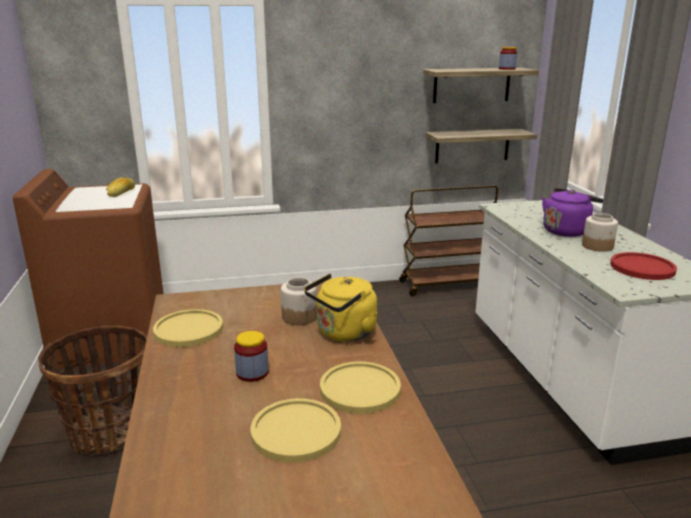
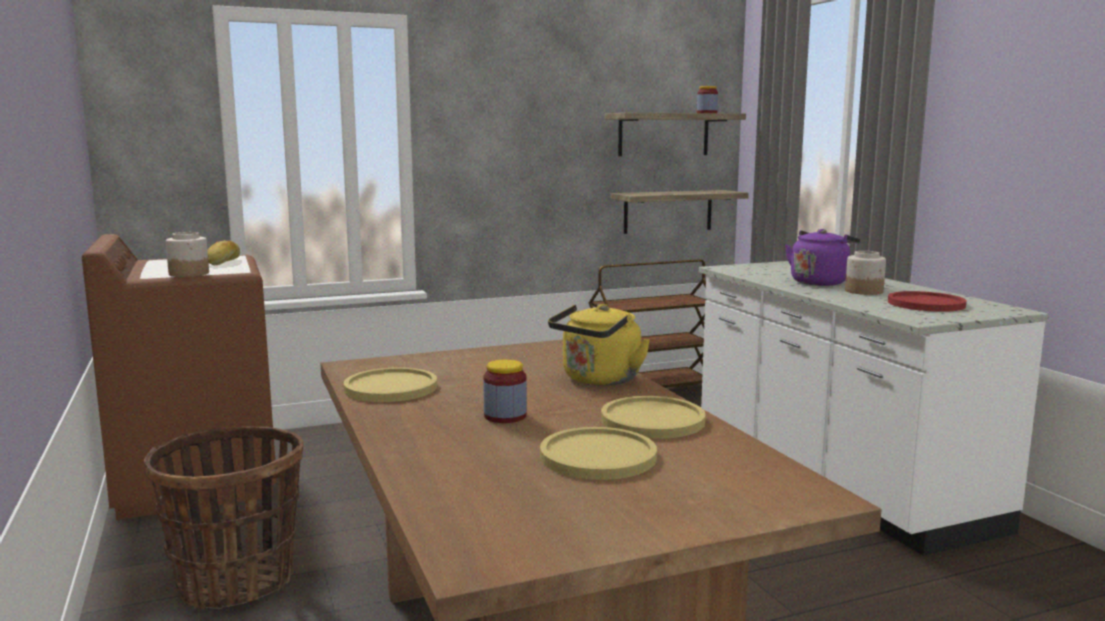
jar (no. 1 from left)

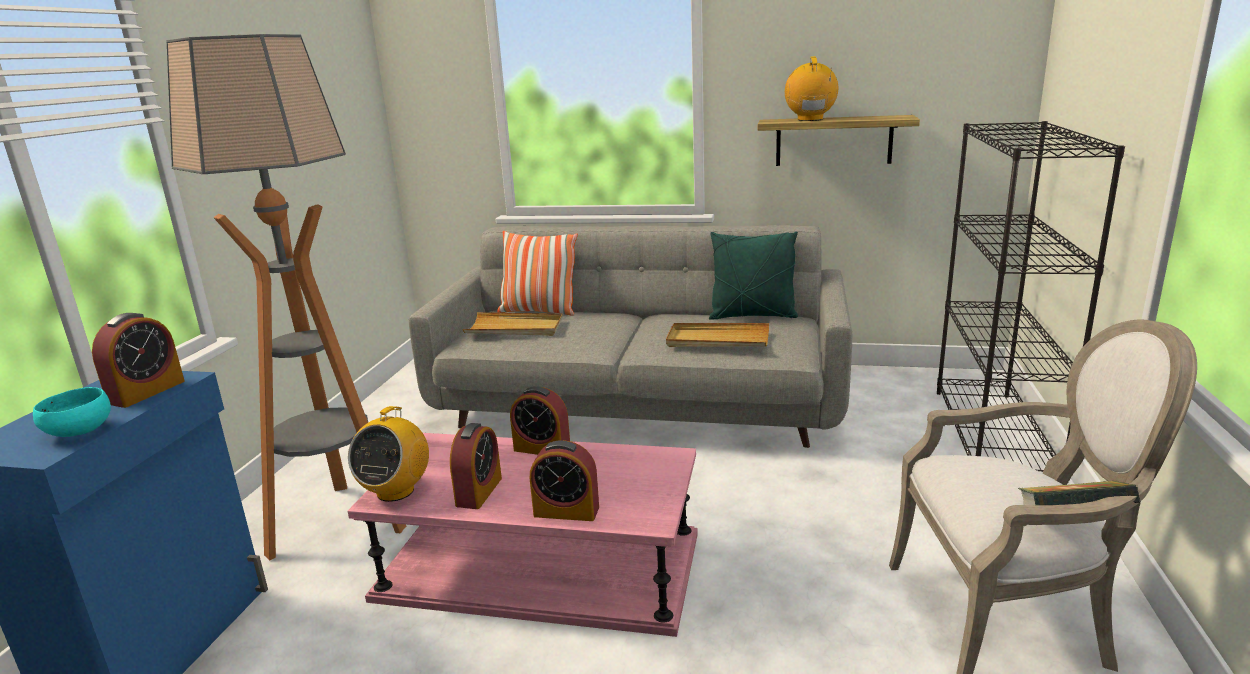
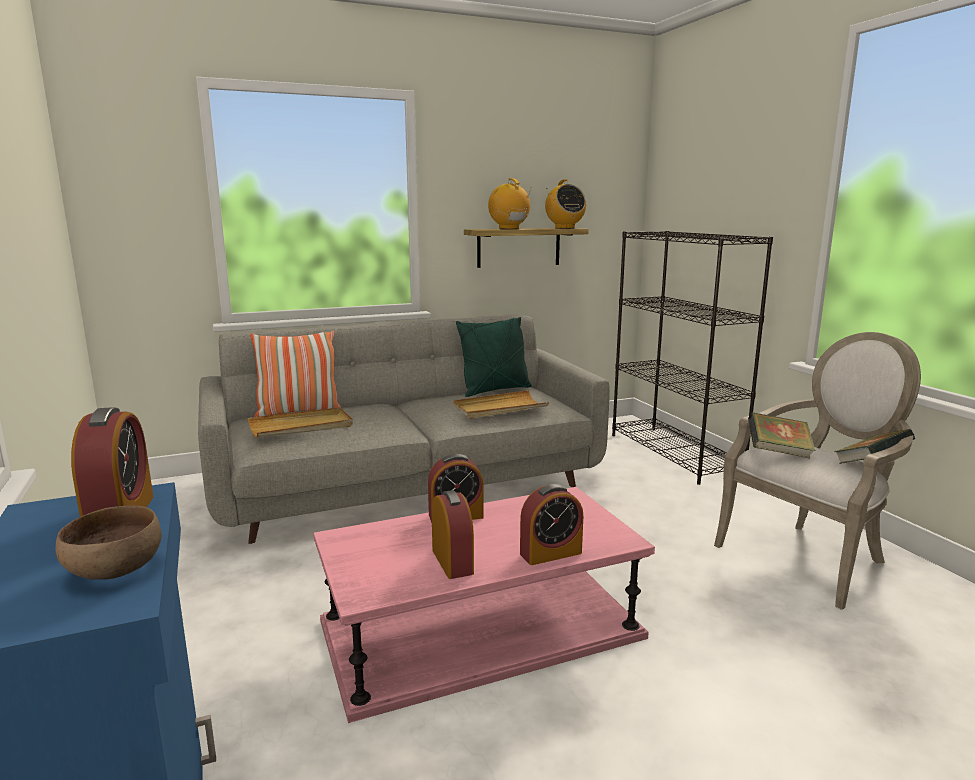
brown-coloured_deep_dish
radio (no. 2 from left)
book (no. 1 from left)
floor_lamp

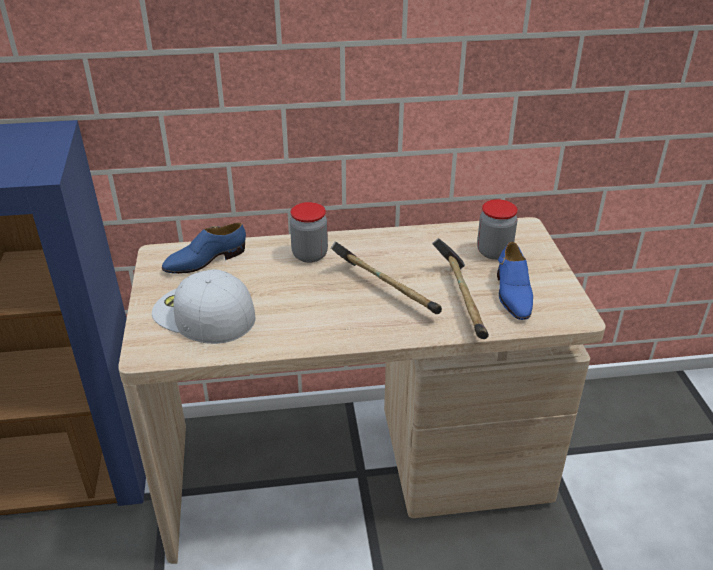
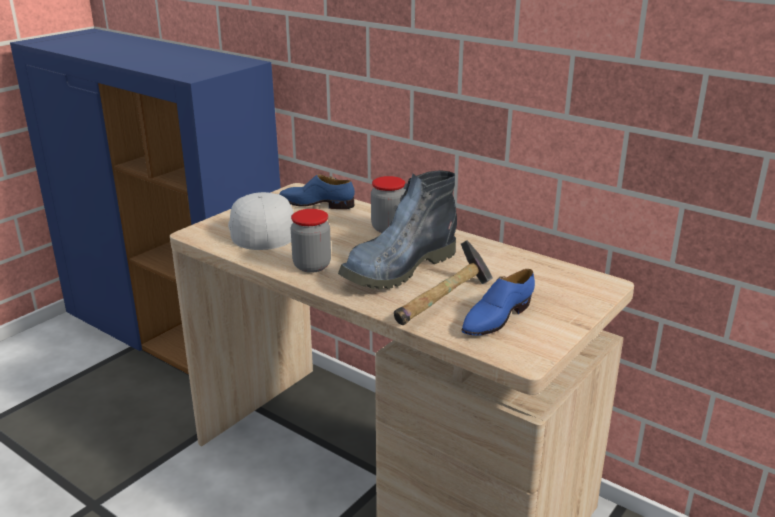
jar (no. 1 from left)
boot

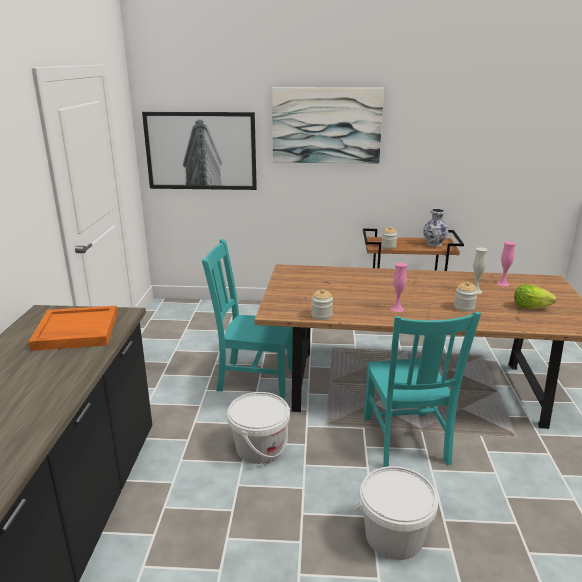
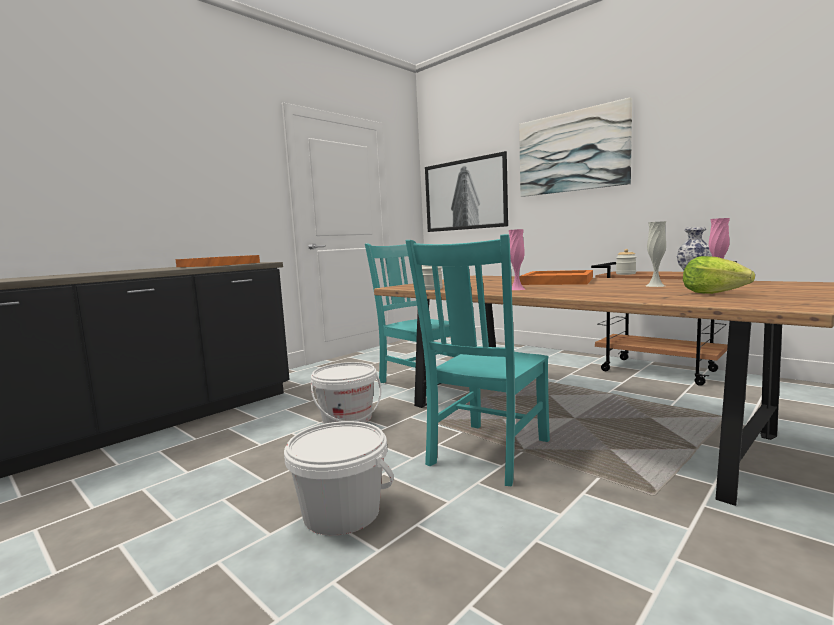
orange_carrying_tray (no. 2 from left)
jar (no. 3 from left in the first image)

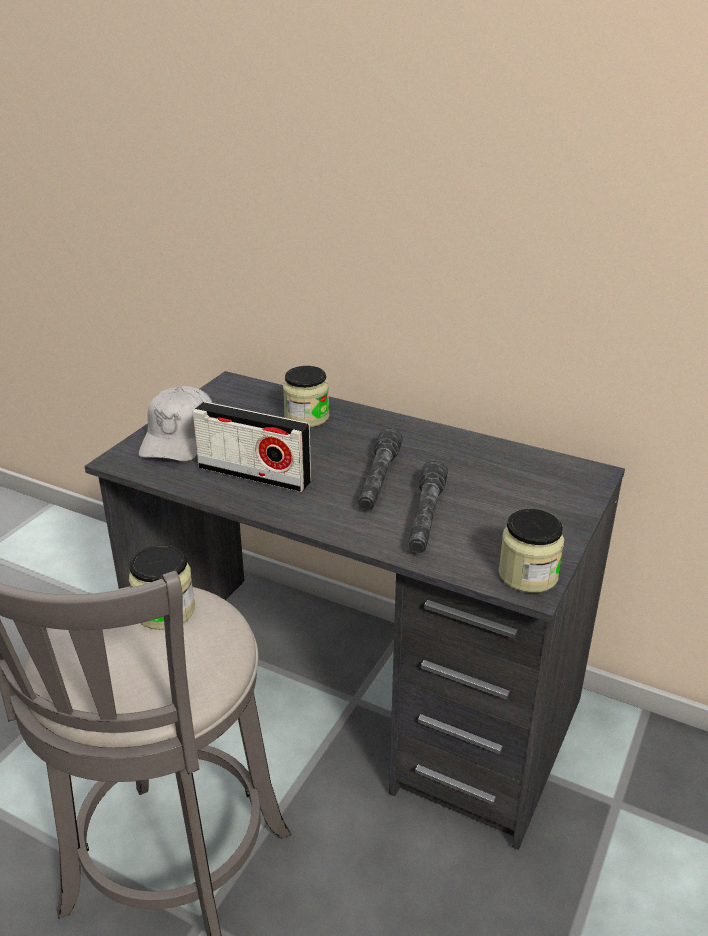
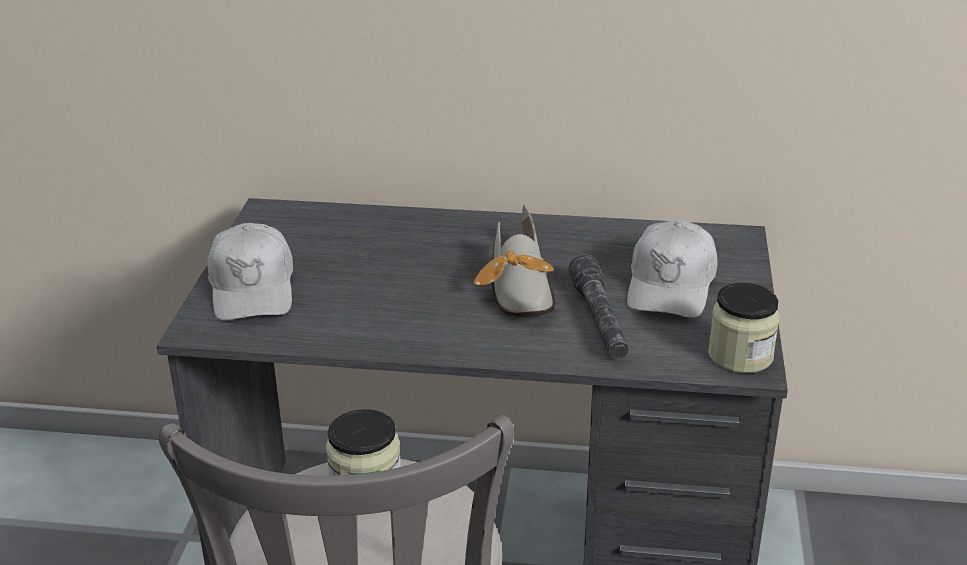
shoe
white-coloured_peaked_cap (no. 2 from left)
radio
jar (no. 2 from left in the first image)

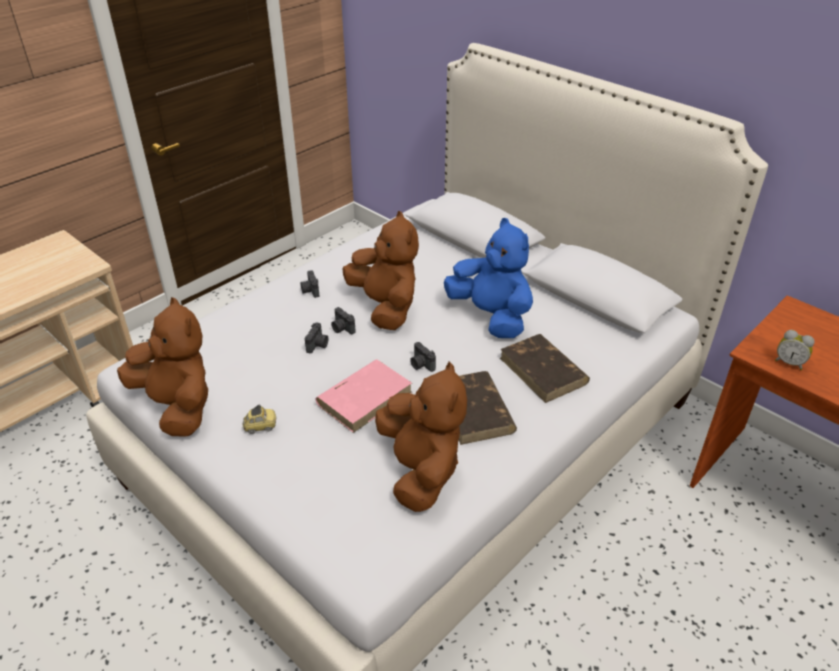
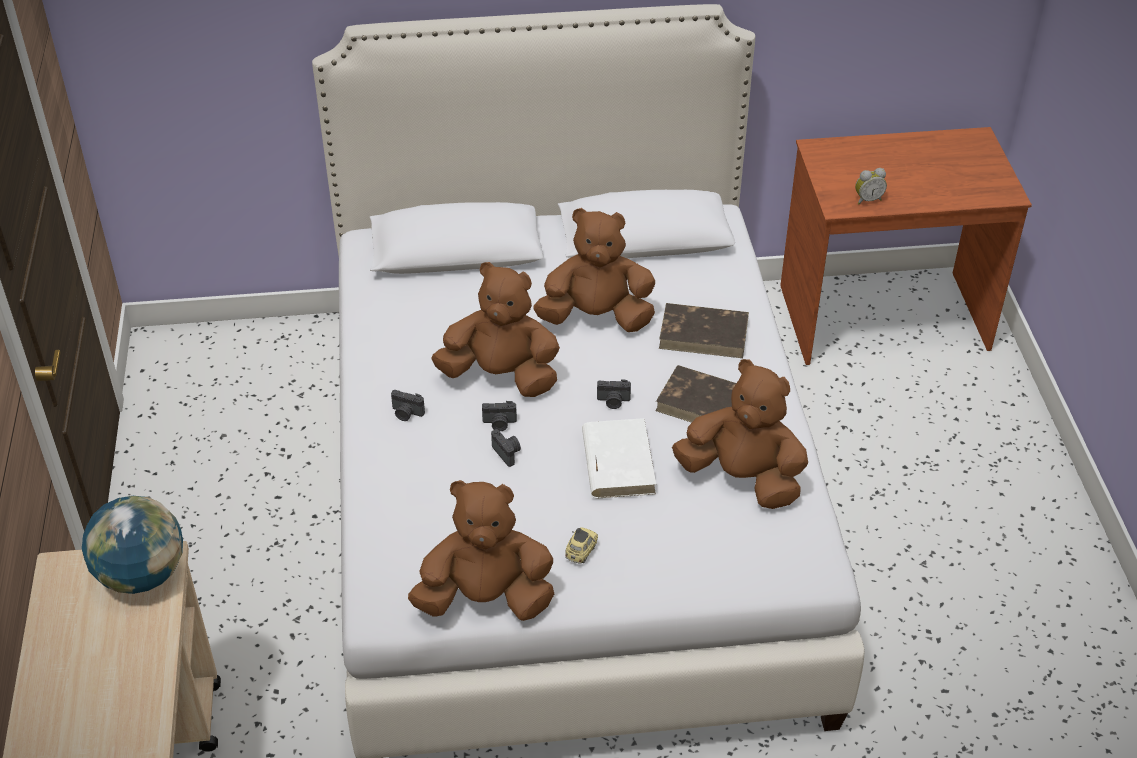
desk_globe
brown-coloured_soft_toy (no. 3 from left)
white-coloured_book

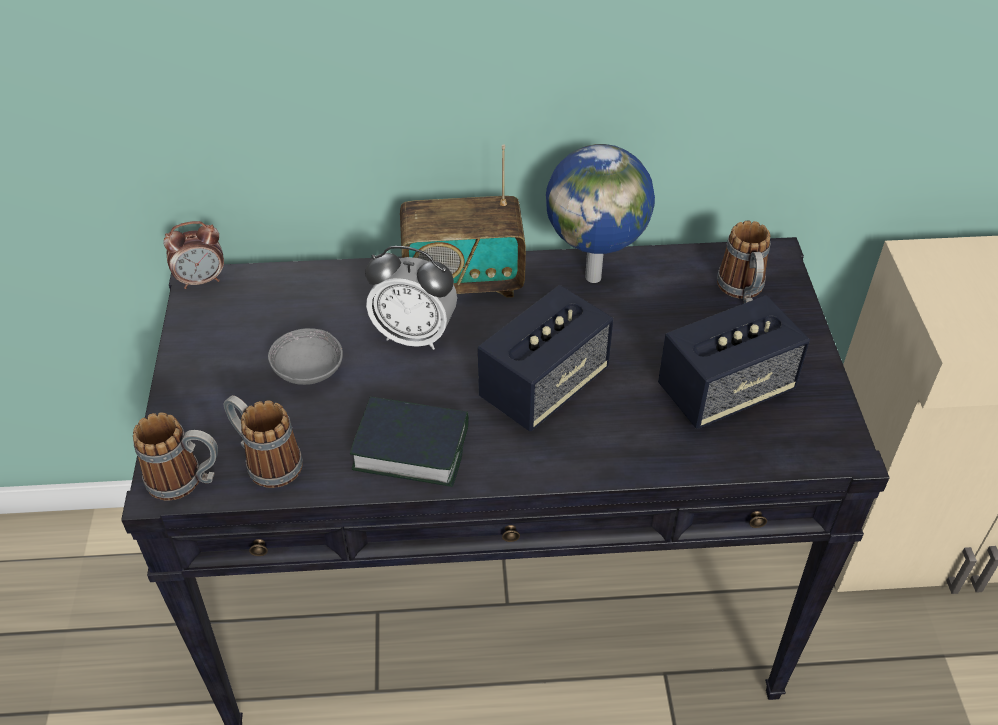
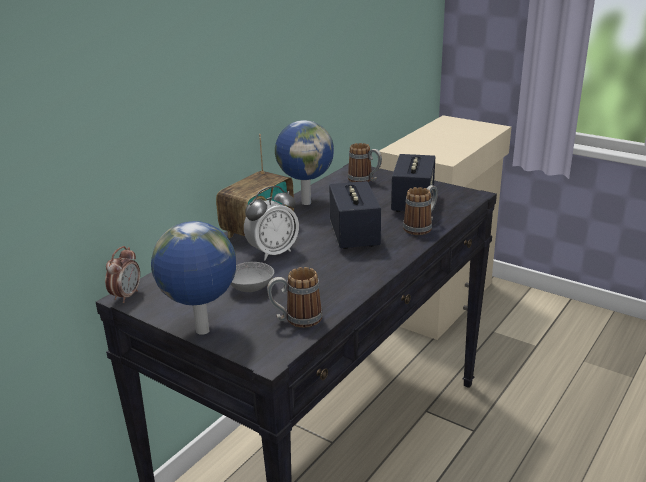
desk_globe (no. 1 from left)
mug (no. 3 from left)
book

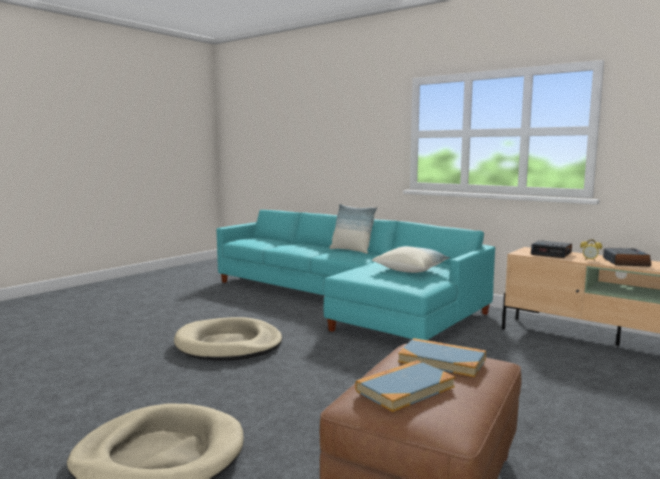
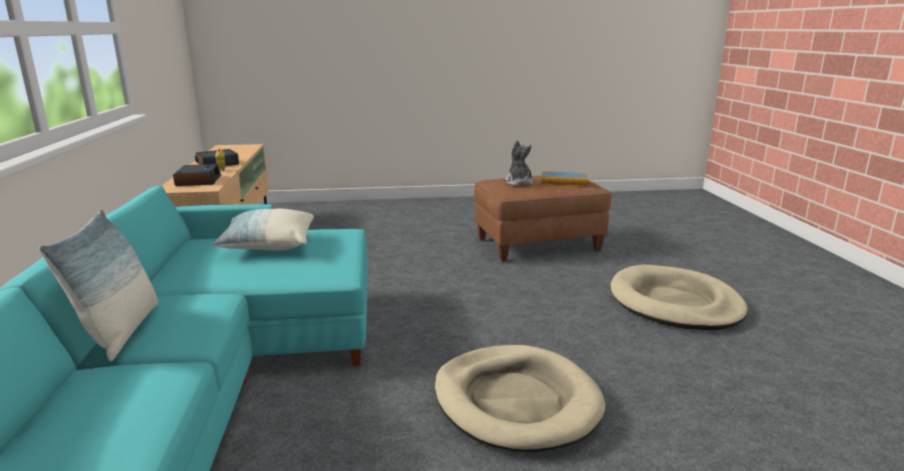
soft_toy

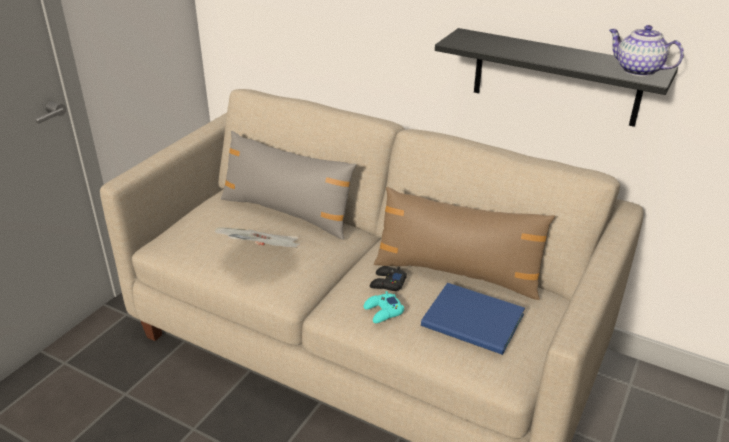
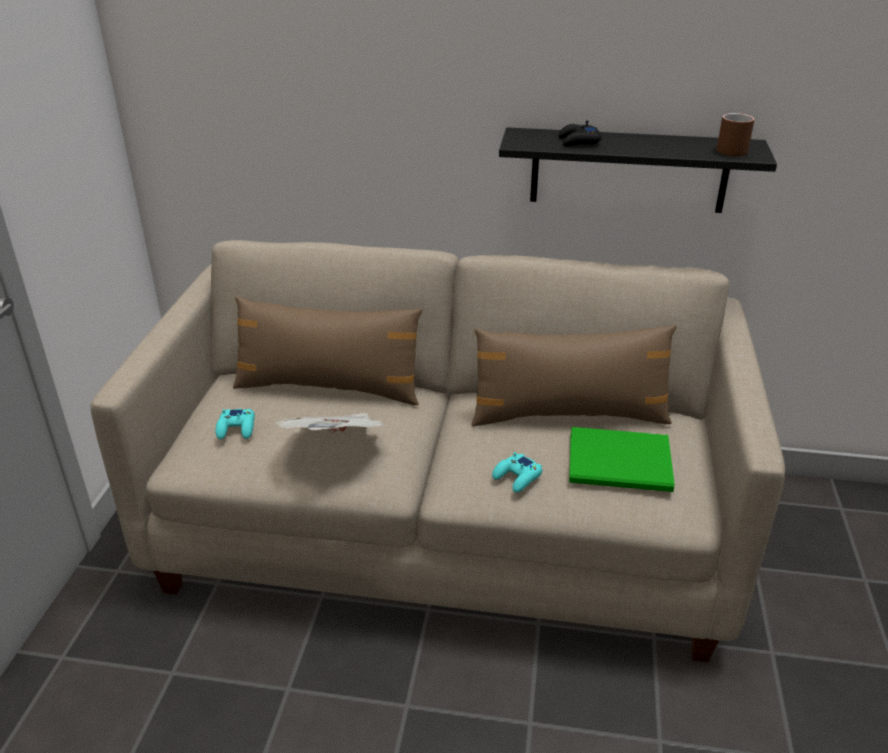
turquoise_game_controller (no. 1 from left)
brown-coloured_pillow (no. 1 from left)
black_game_controller
greenish_book
brown-coloured_mug

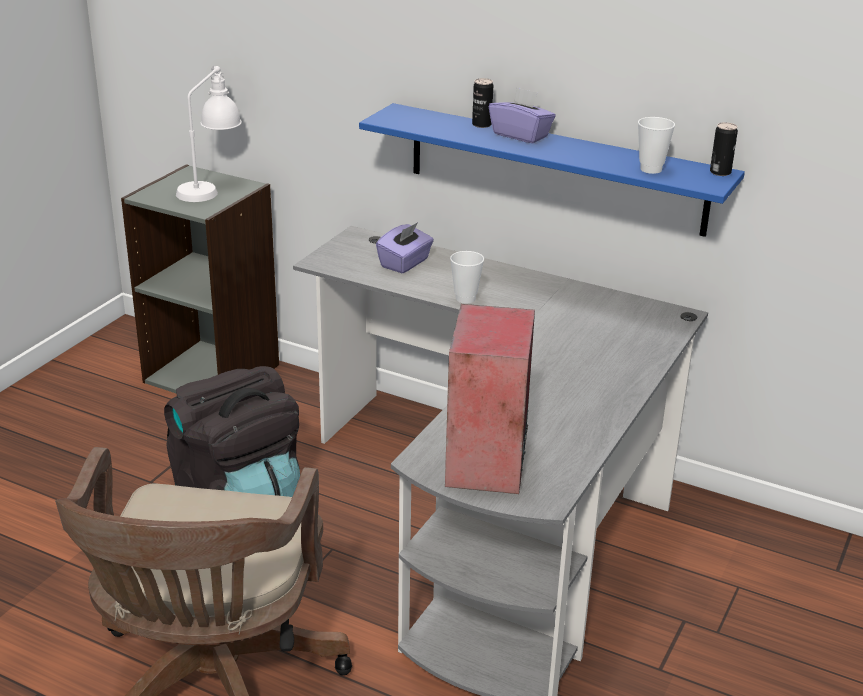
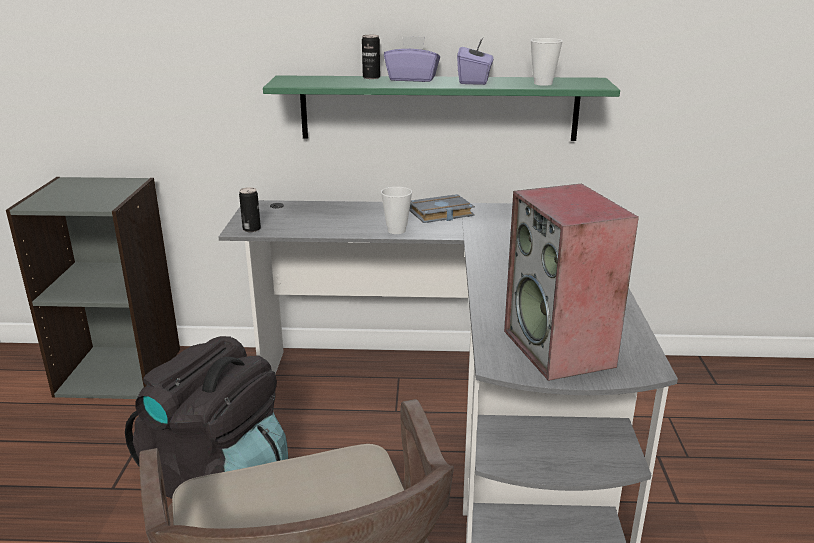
sealed_can (no. 1 from left)
greenish_shelf
gray_book
purplish_tissue_box (no. 2 from left)
white-coloured_lamp_for_a_table

